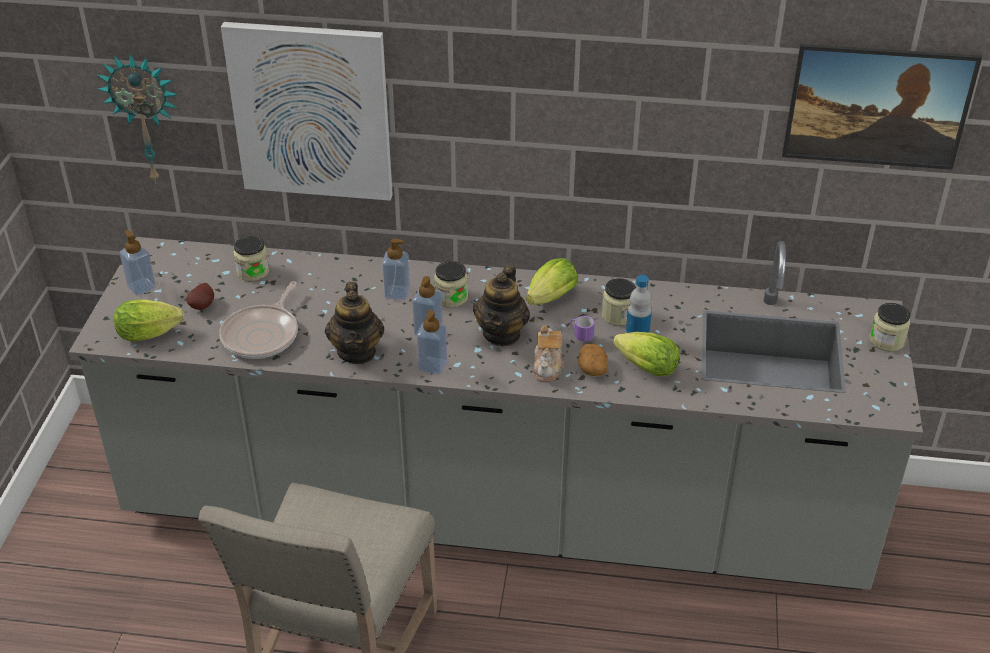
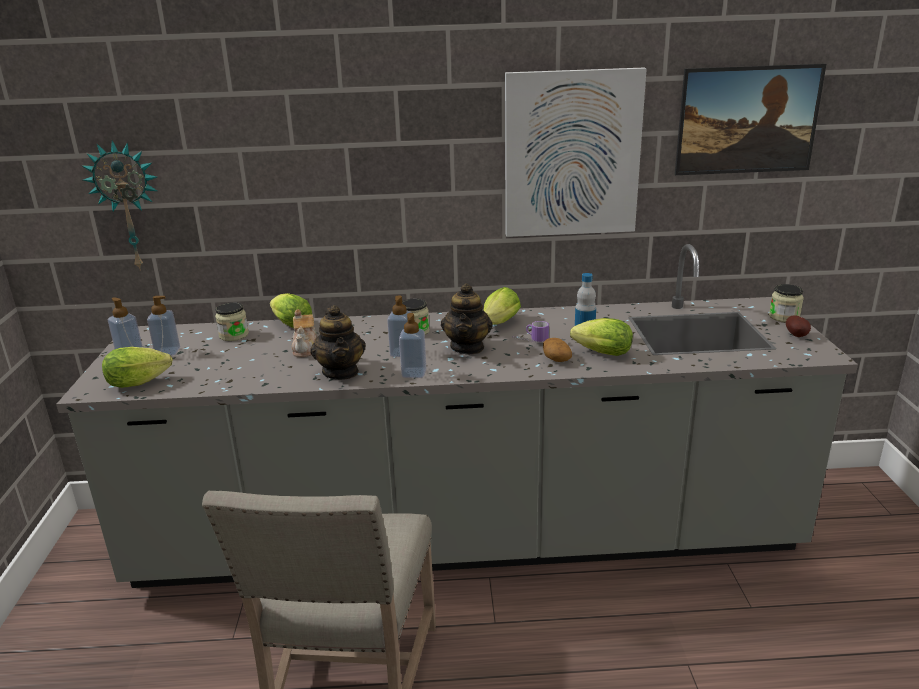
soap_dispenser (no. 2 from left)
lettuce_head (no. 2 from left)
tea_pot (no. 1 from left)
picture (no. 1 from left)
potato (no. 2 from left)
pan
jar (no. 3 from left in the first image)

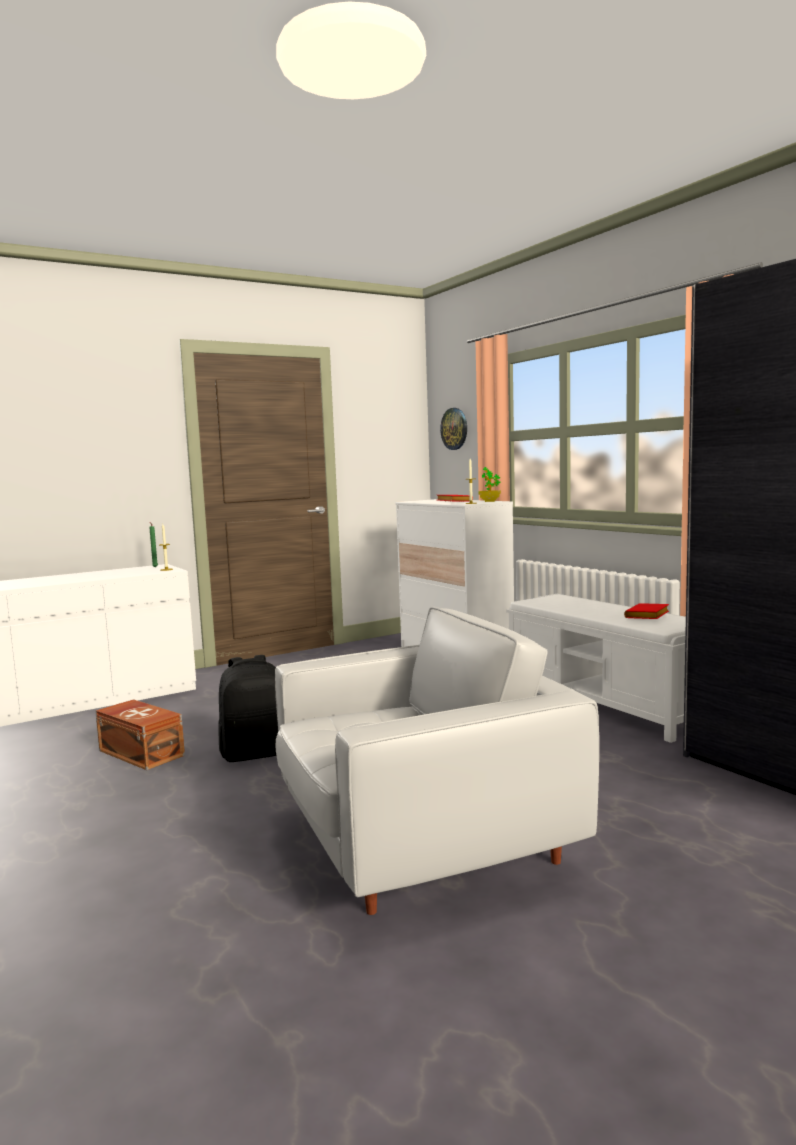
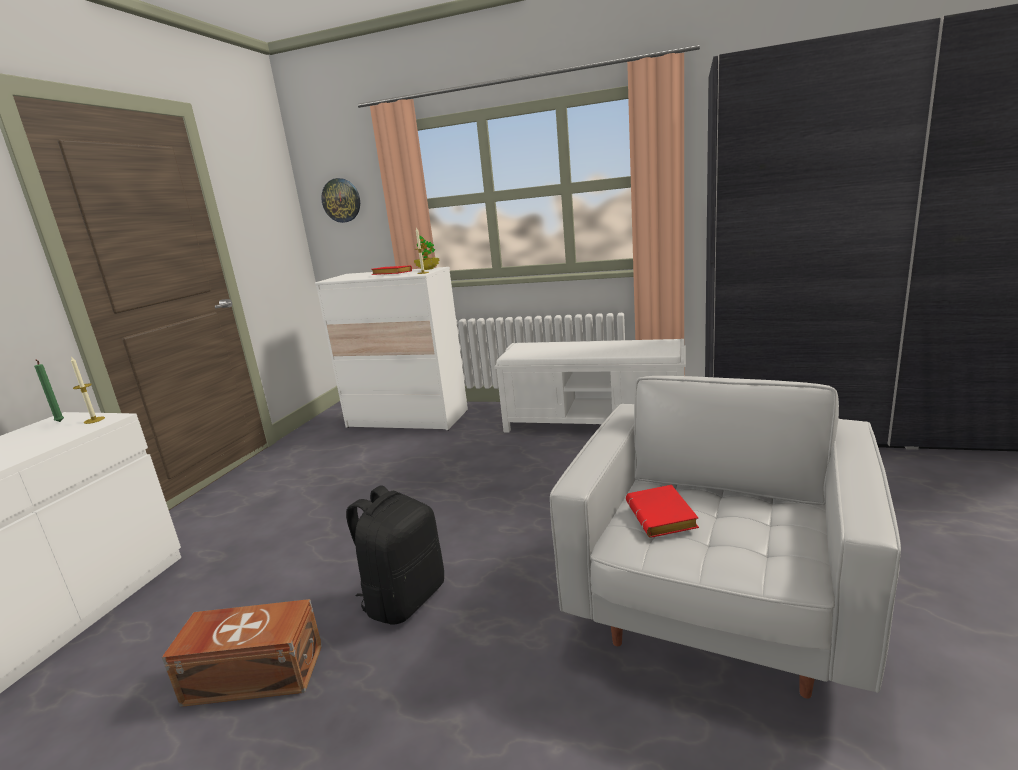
reddish_book (no. 2 from left)

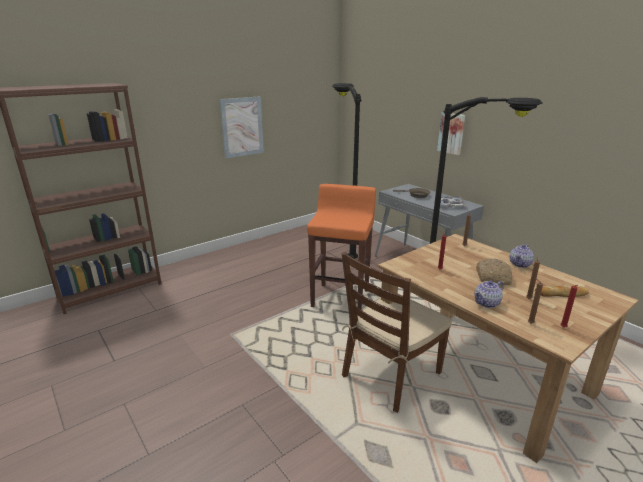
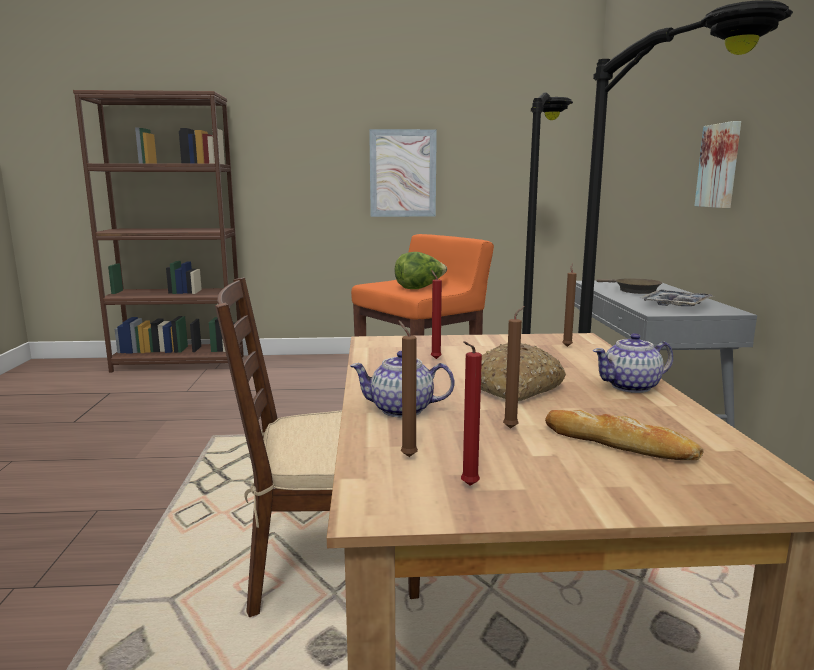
lettuce_head

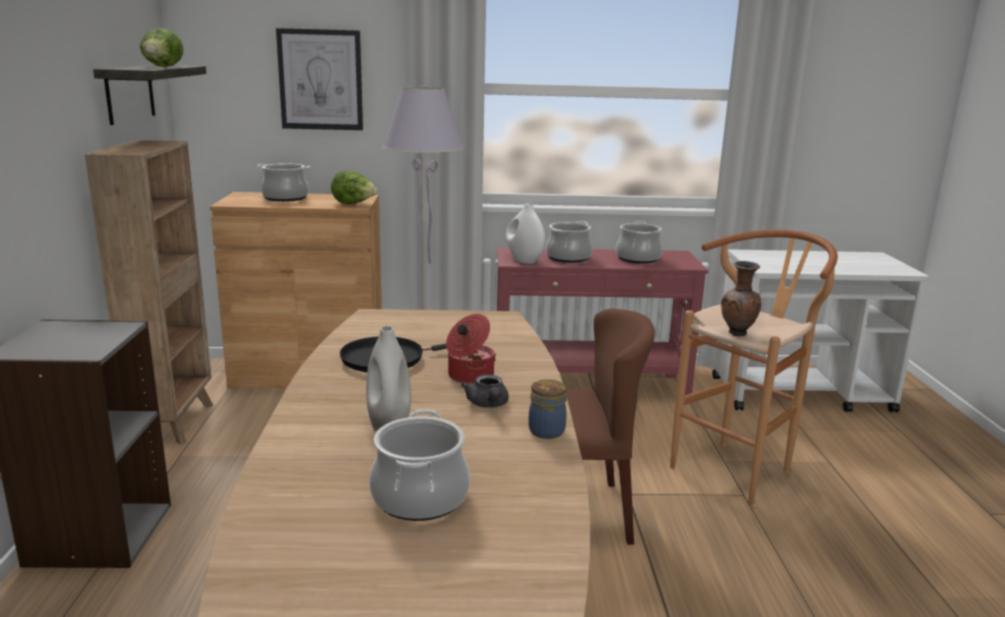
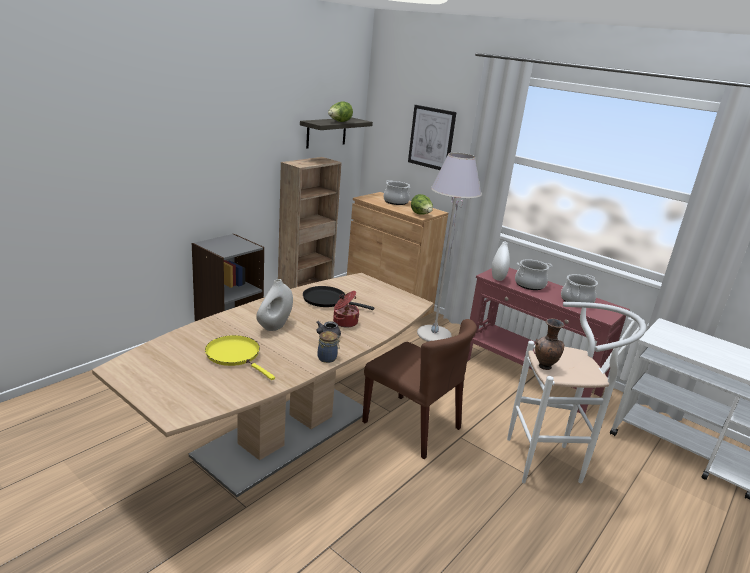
yellow-coloured_pan
white-coloured_stool

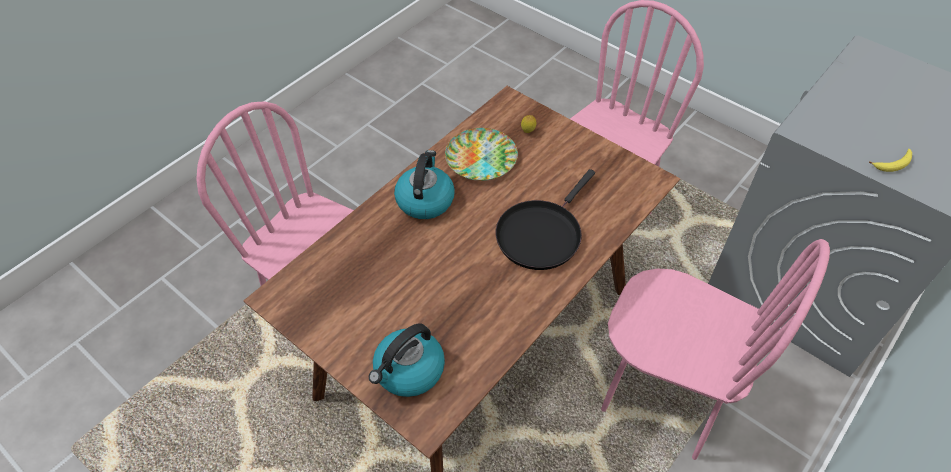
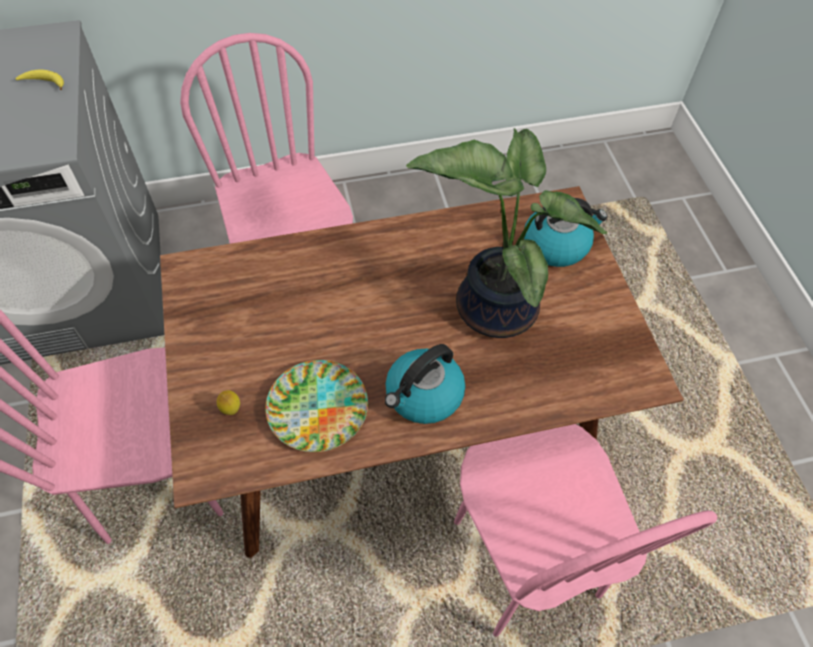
houseplant
black_pan

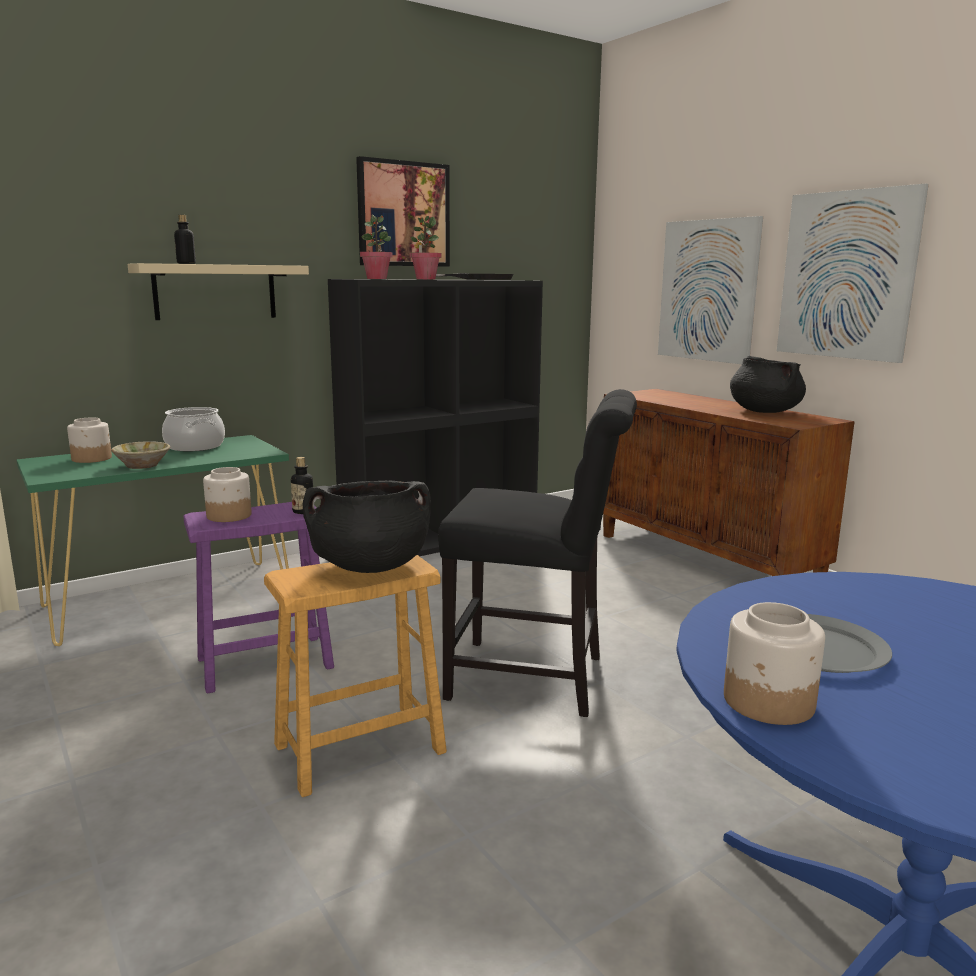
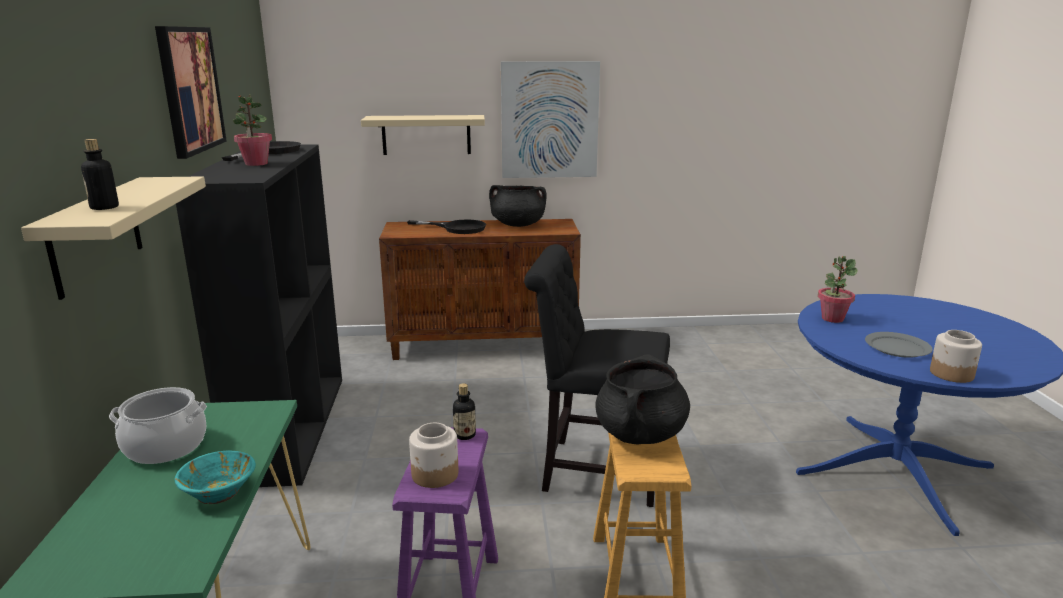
turquoise_deep_dish
beige-coloured_shelf (no. 2 from left)
black_pan (no. 2 from left)
black_plain_chair
houseplant (no. 2 from left)
jar (no. 1 from left in the first image)

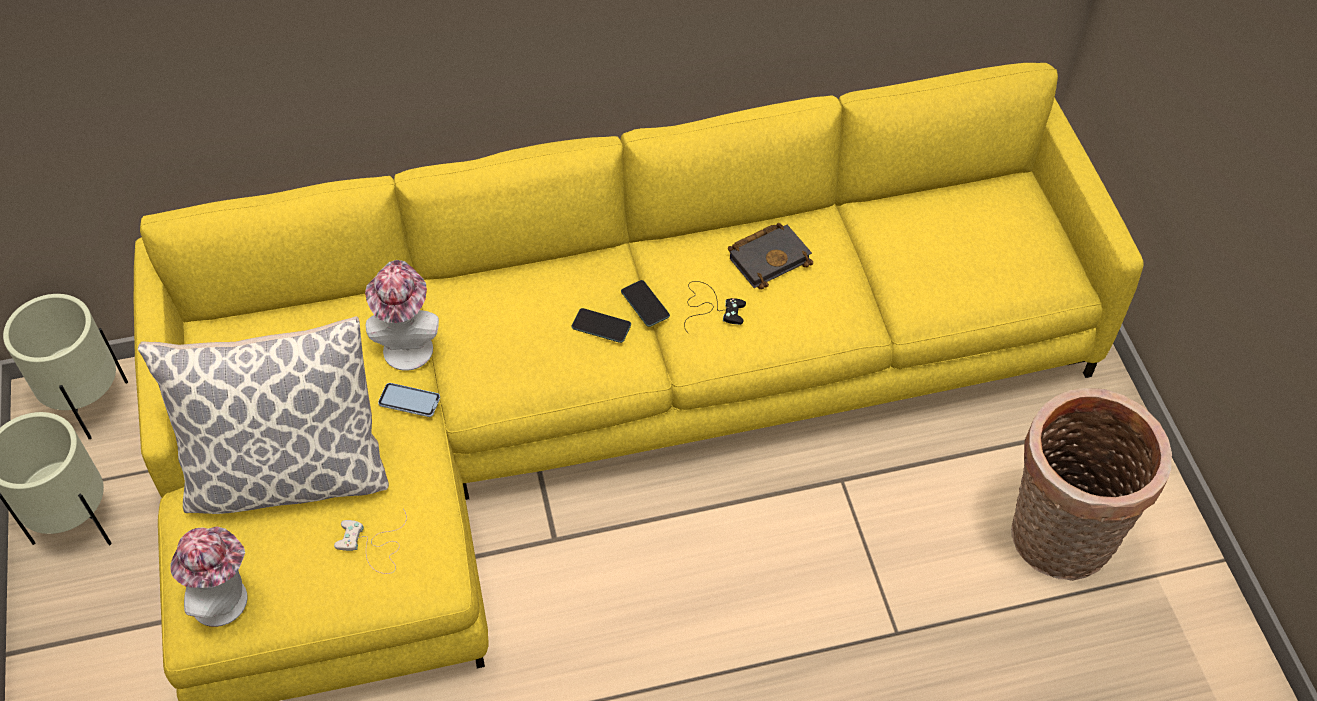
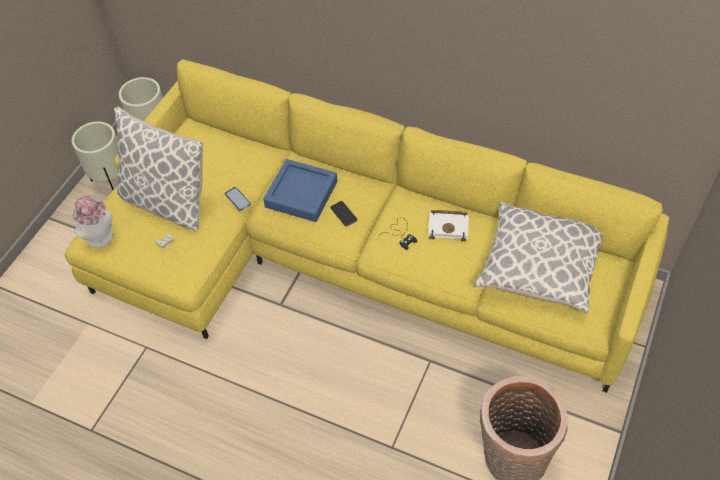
bluish_carrying_tray
white-coloured_book
pillow (no. 2 from left)
wearable_hat (no. 2 from left in the first image)
phone (no. 3 from left in the first image)

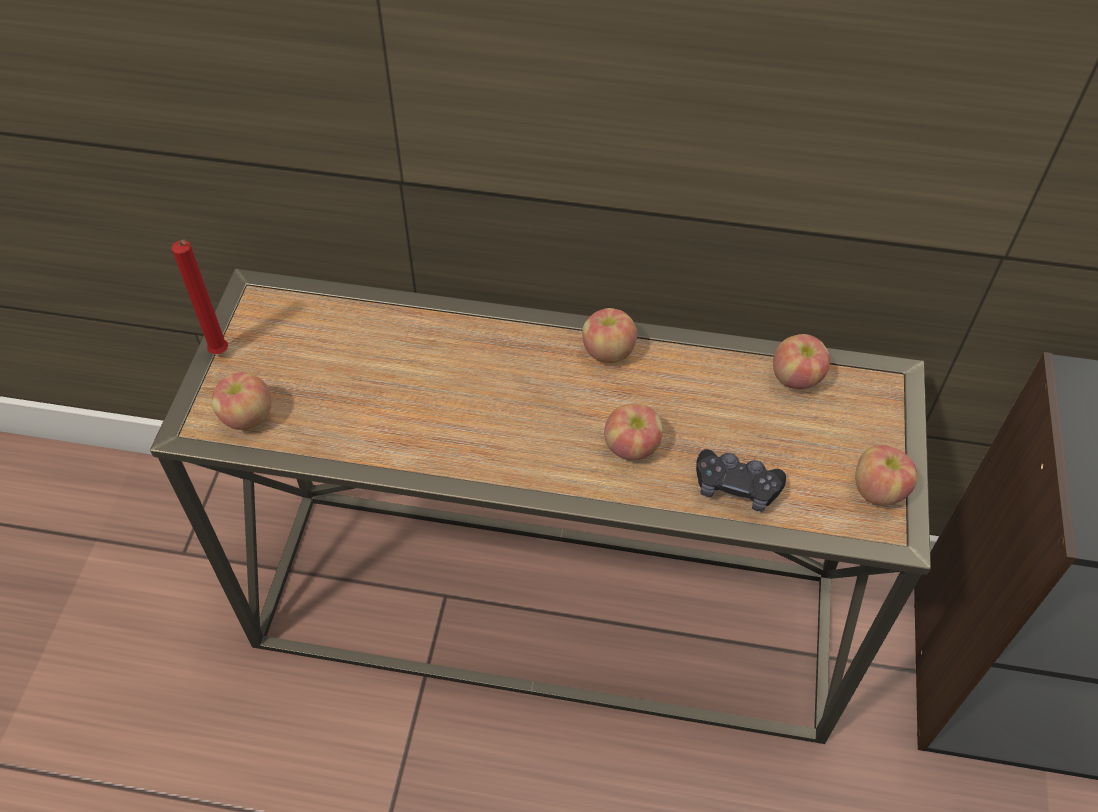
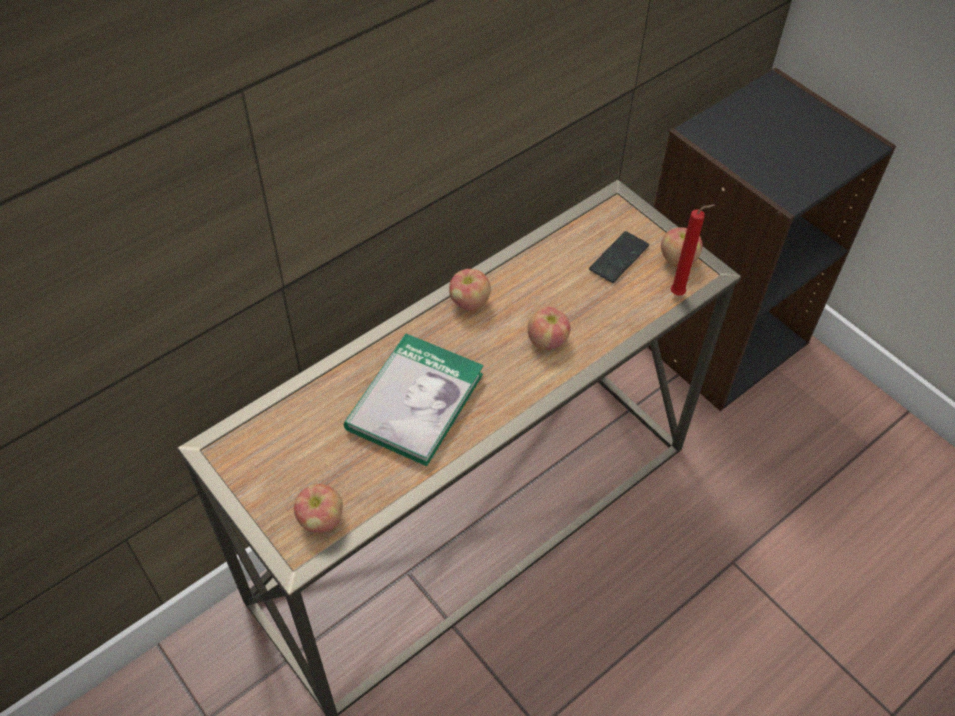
book
phone
reddish_candle
black_game_controller
apple (no. 4 from left in the first image)

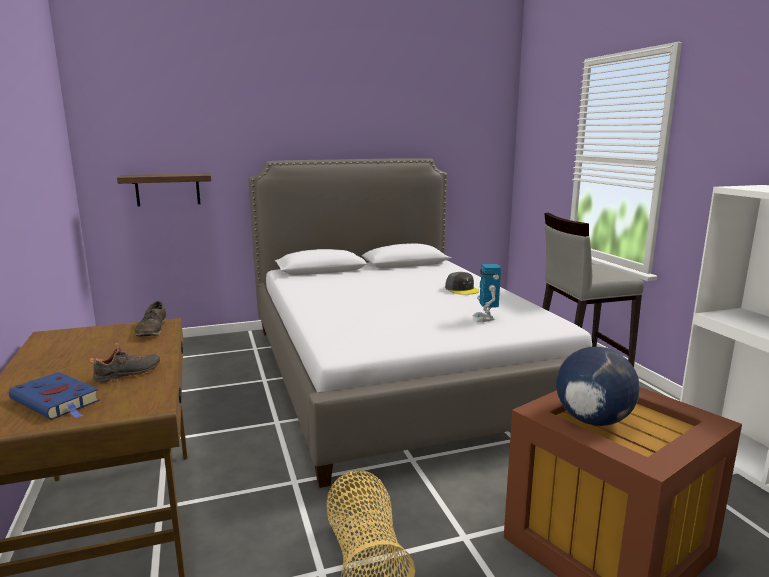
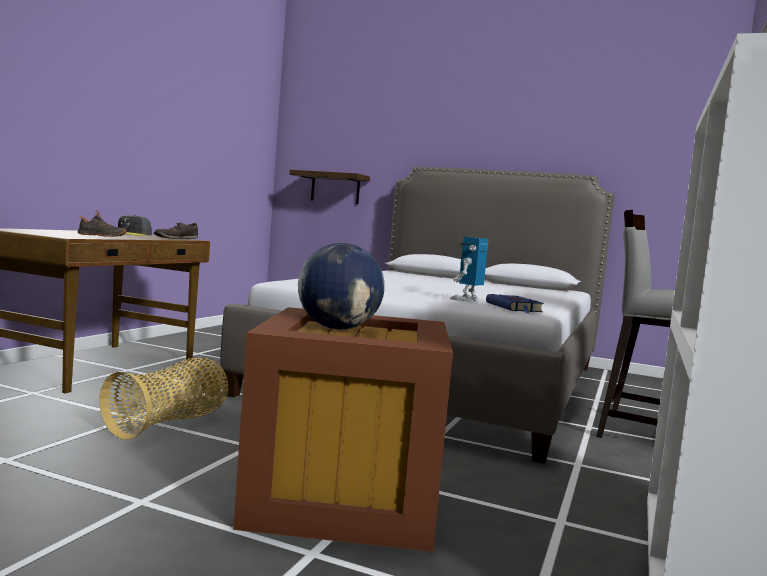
gray_peaked_cap
bluish_book

